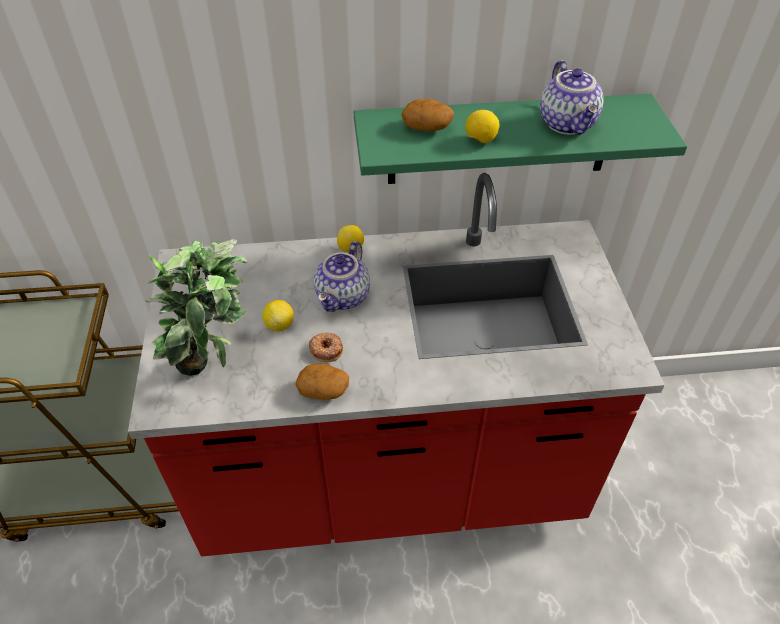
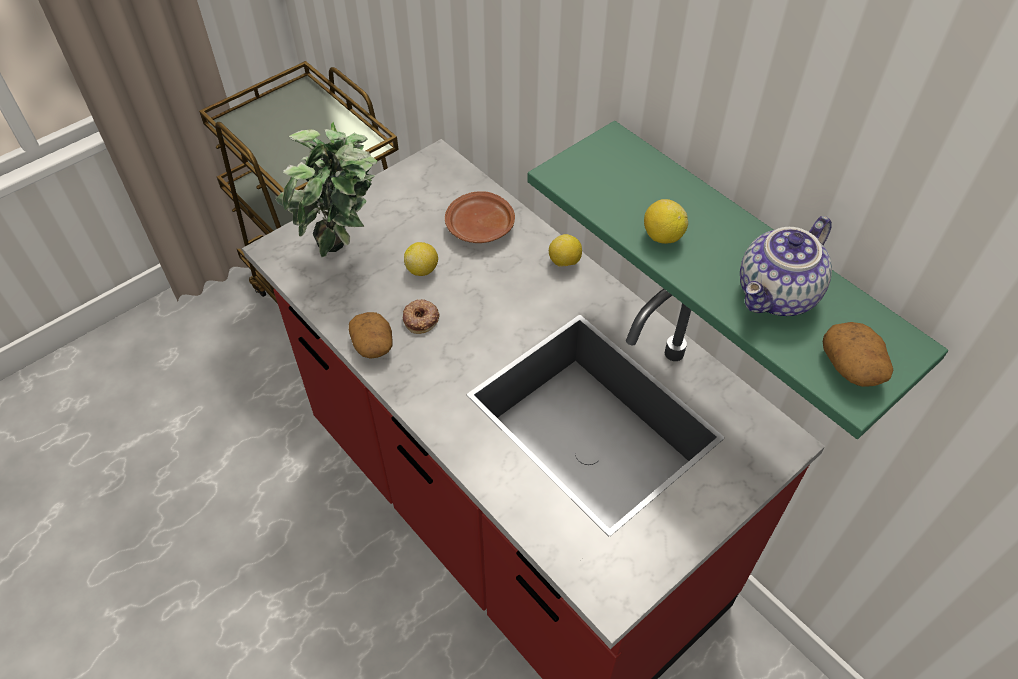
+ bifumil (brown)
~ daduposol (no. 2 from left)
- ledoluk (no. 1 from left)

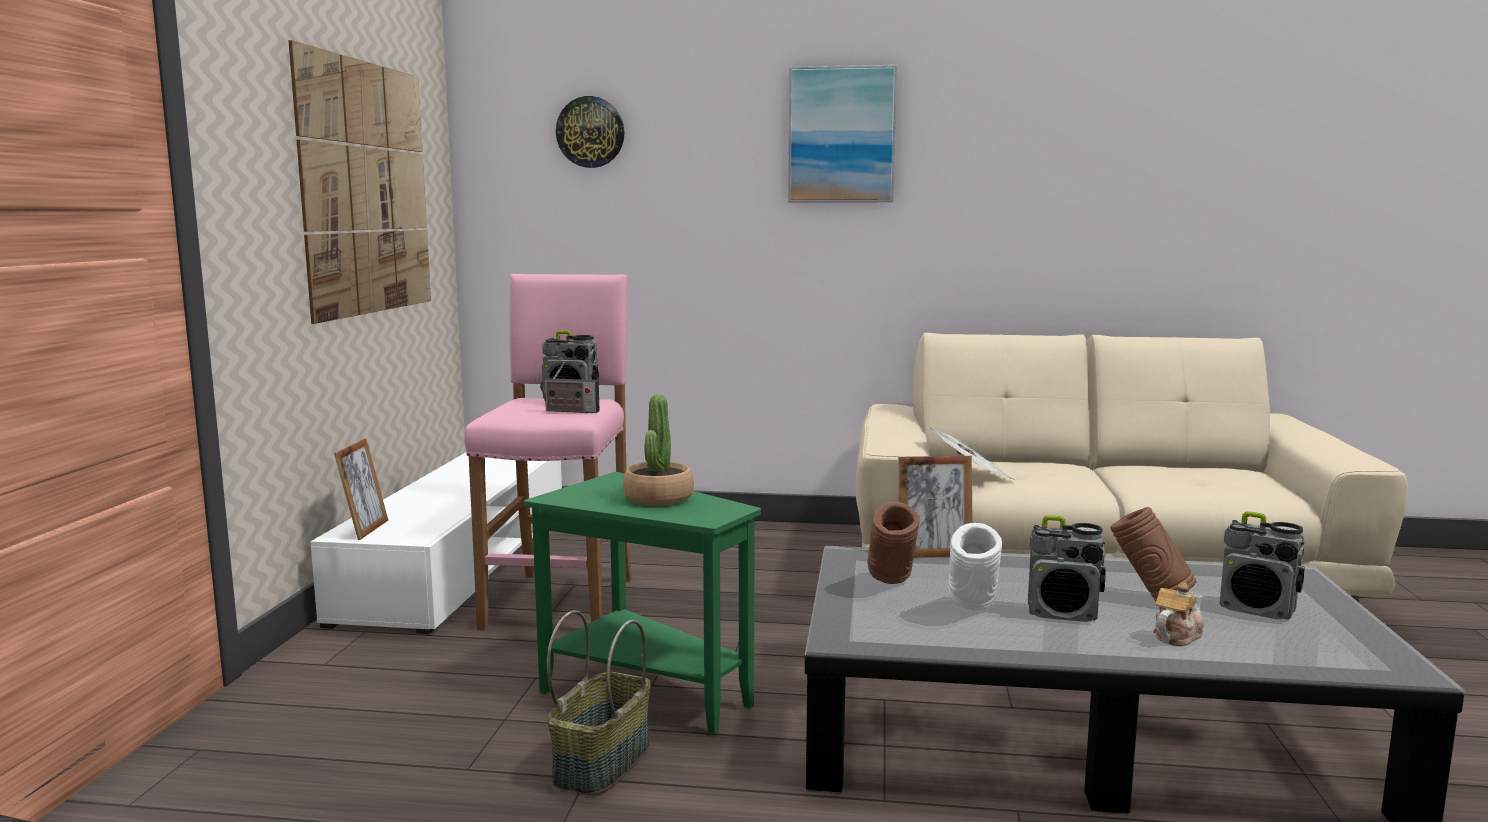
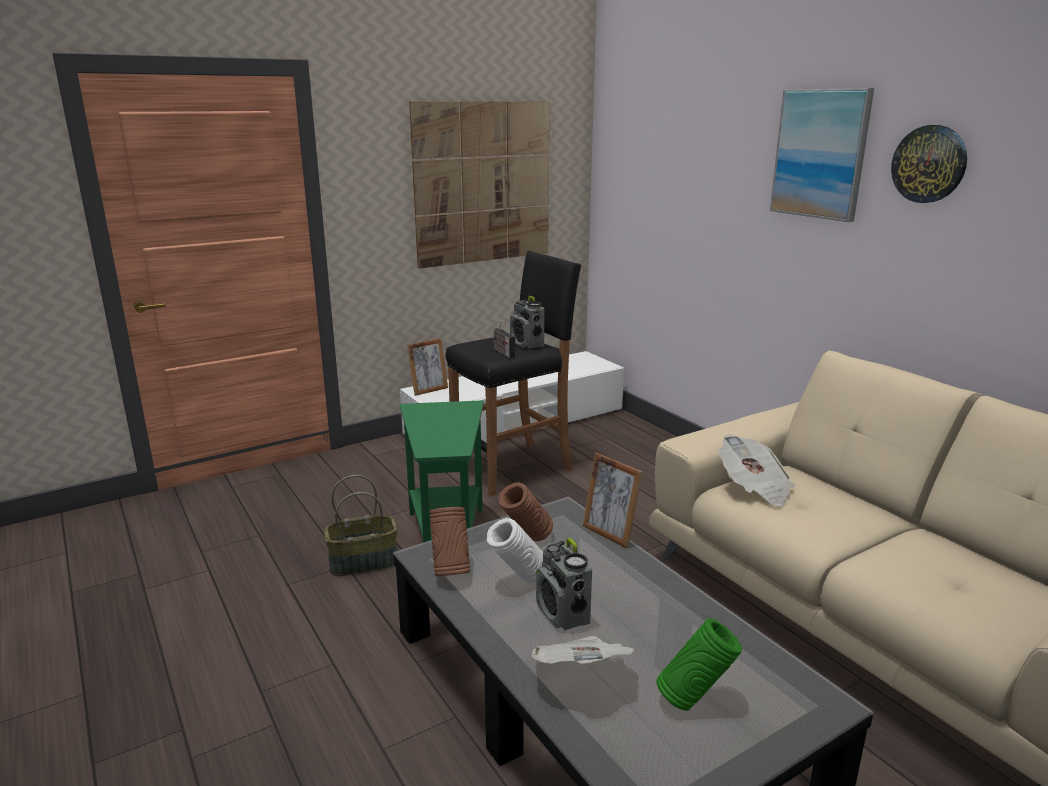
~ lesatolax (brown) (no. 2 from left in the first image) to lesatolax (brown) (no. 1 from left)
~ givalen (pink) to givalen (black)
~ ledoluk to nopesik (no. 1 from left)
~ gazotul (no. 4 from left) to lesatolax (green)
~ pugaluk
- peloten

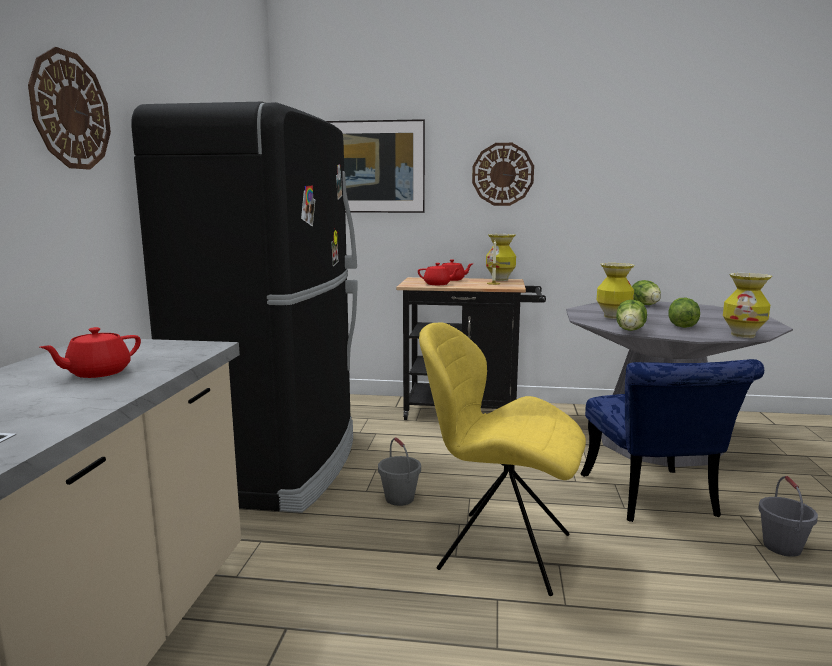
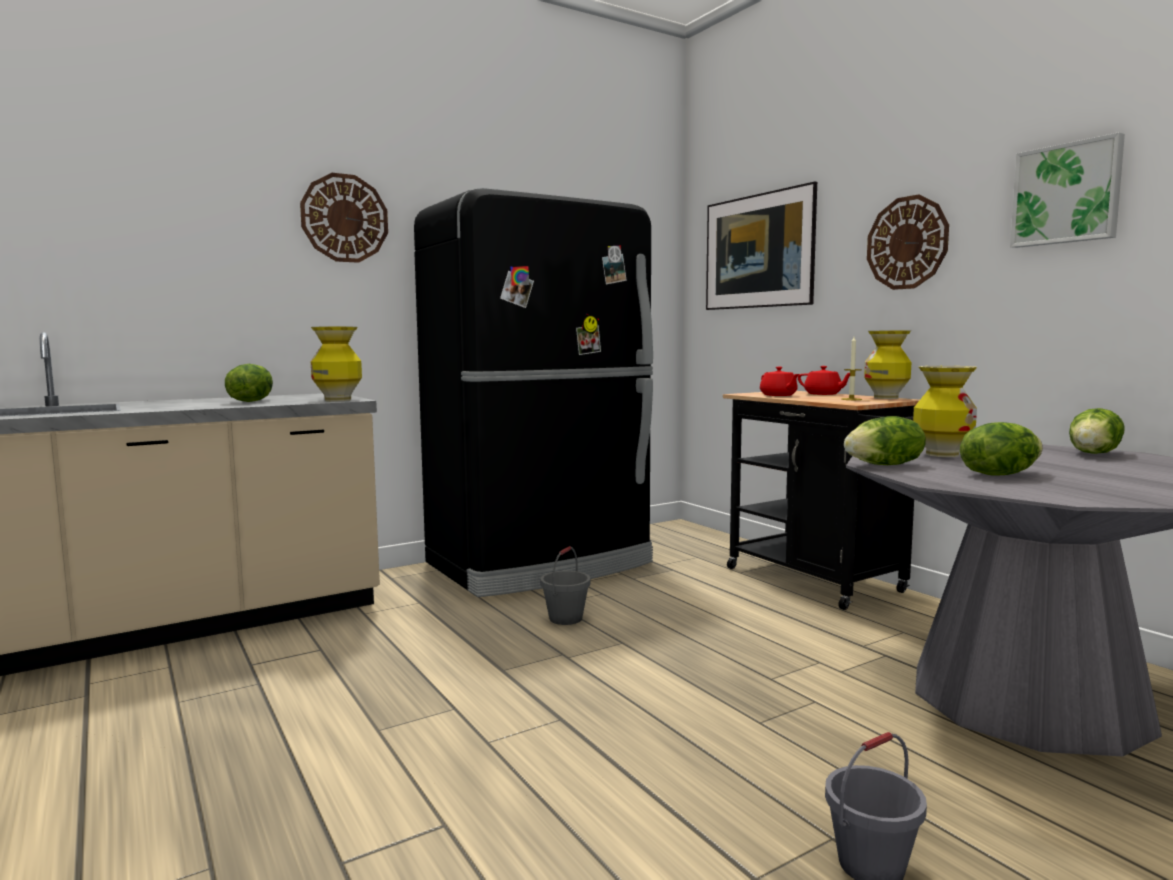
~ ledoluk (red) (no. 1 from left) to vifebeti (no. 1 from left)
~ lesatolax (no. 3 from left in the first image) to lesatolax (no. 1 from left)
+ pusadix (no. 2 from left)
- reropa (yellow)
- reropa (blue)

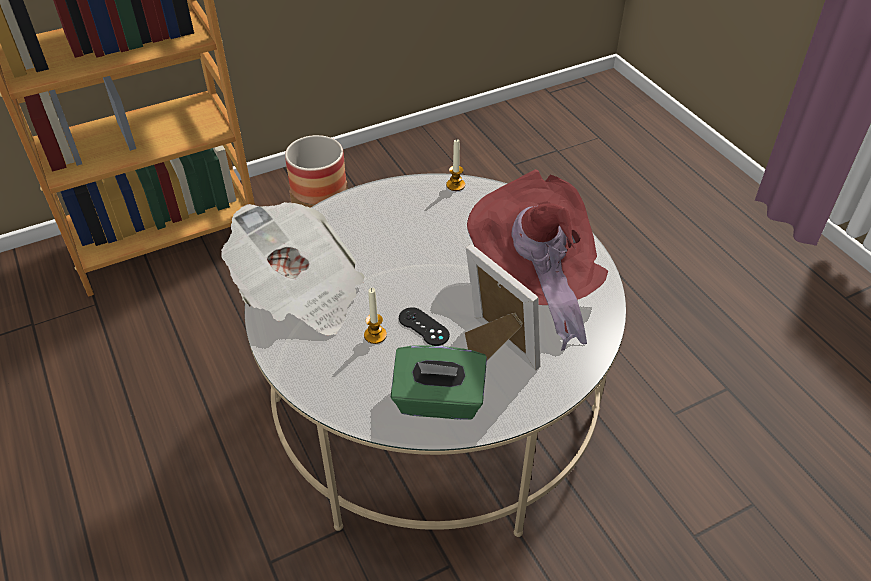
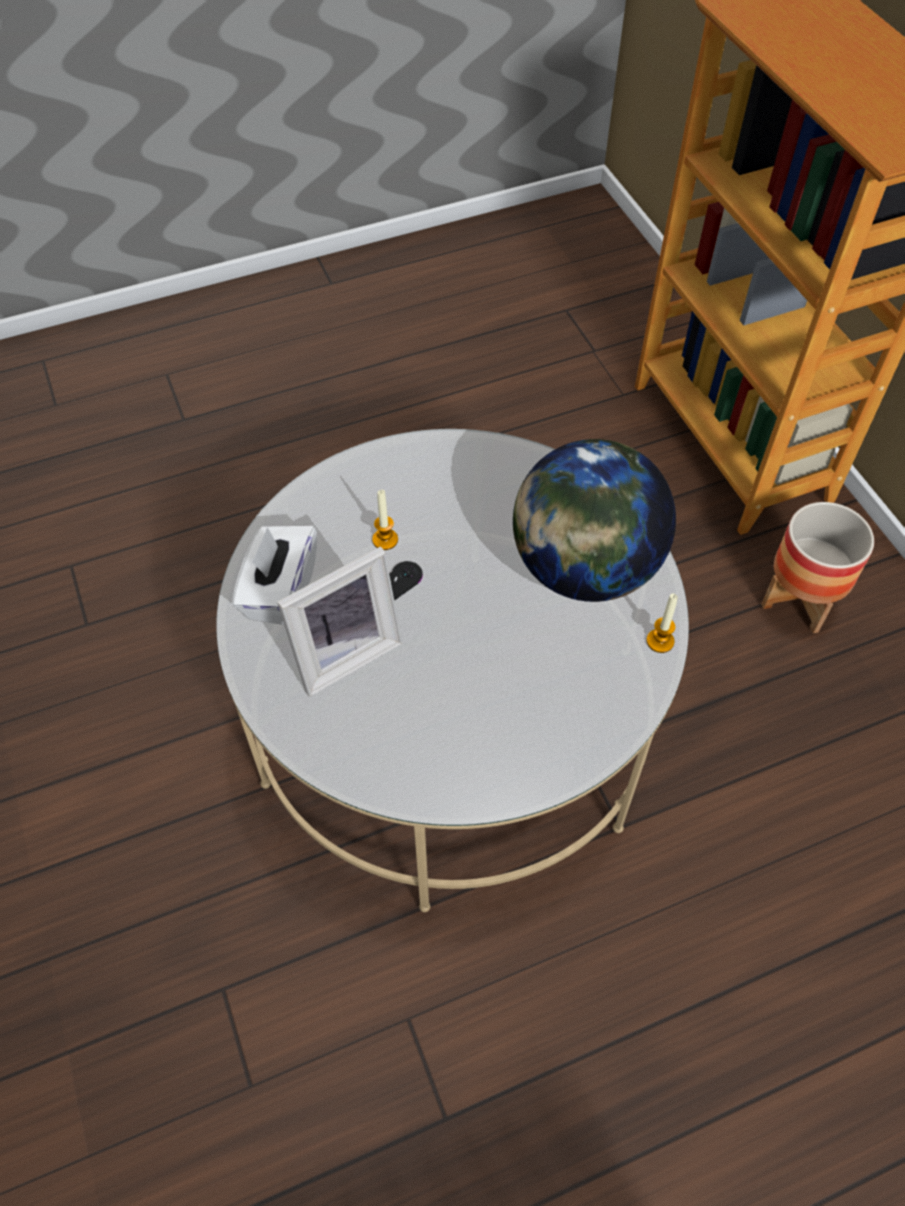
~ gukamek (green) to gukamek (white)
+ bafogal
- nopesik
- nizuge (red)

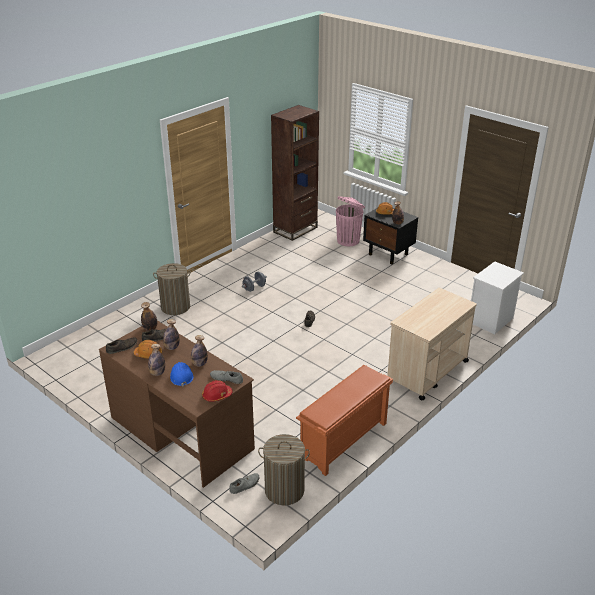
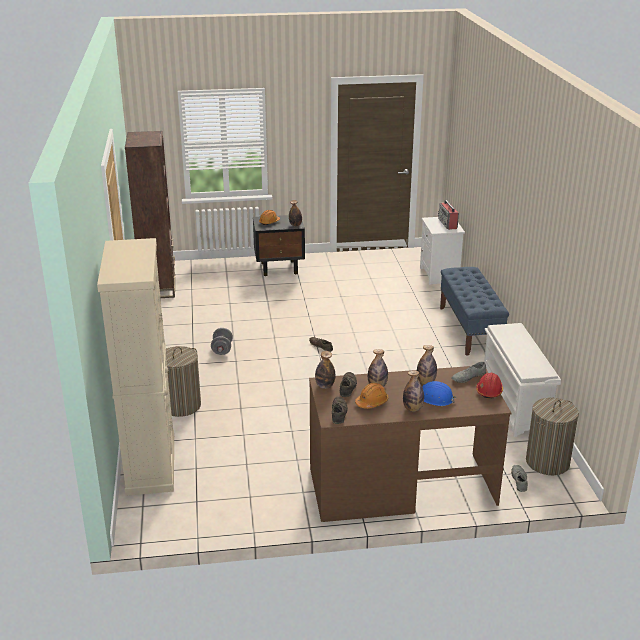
+ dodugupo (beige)
+ gazotul
~ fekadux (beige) to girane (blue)
~ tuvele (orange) to tuvele (white)
- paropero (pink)

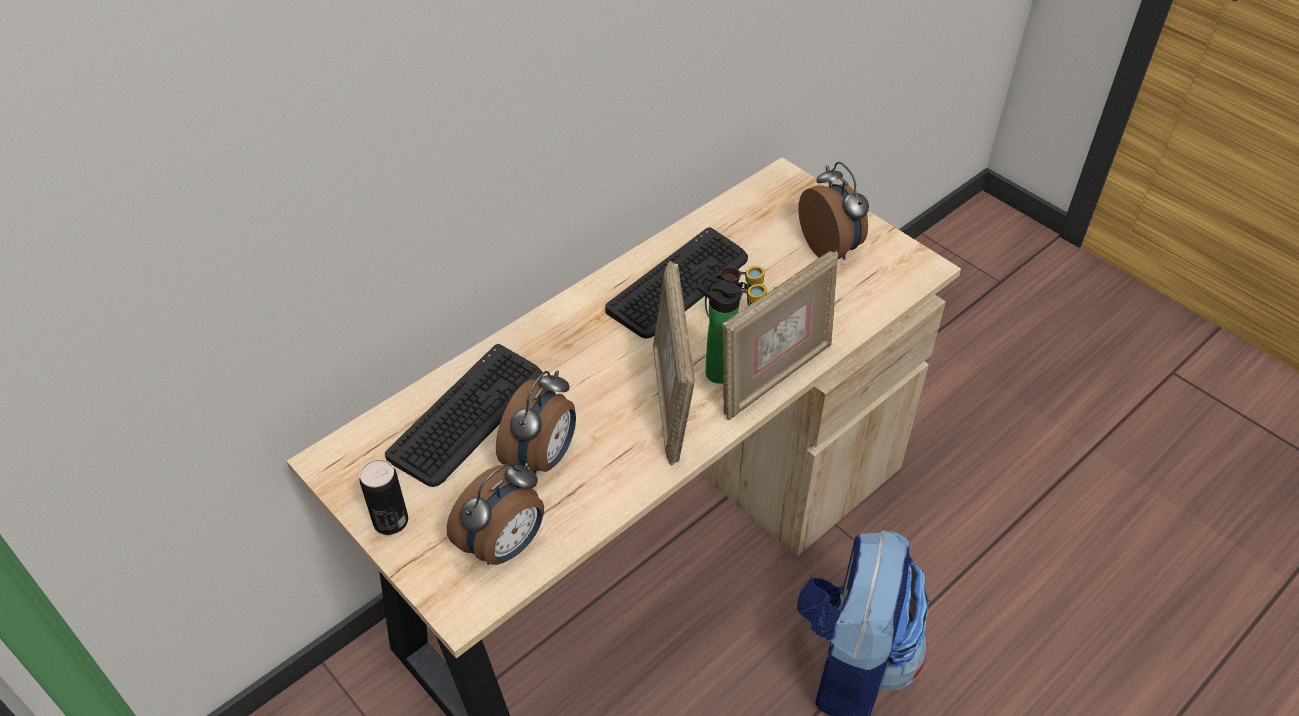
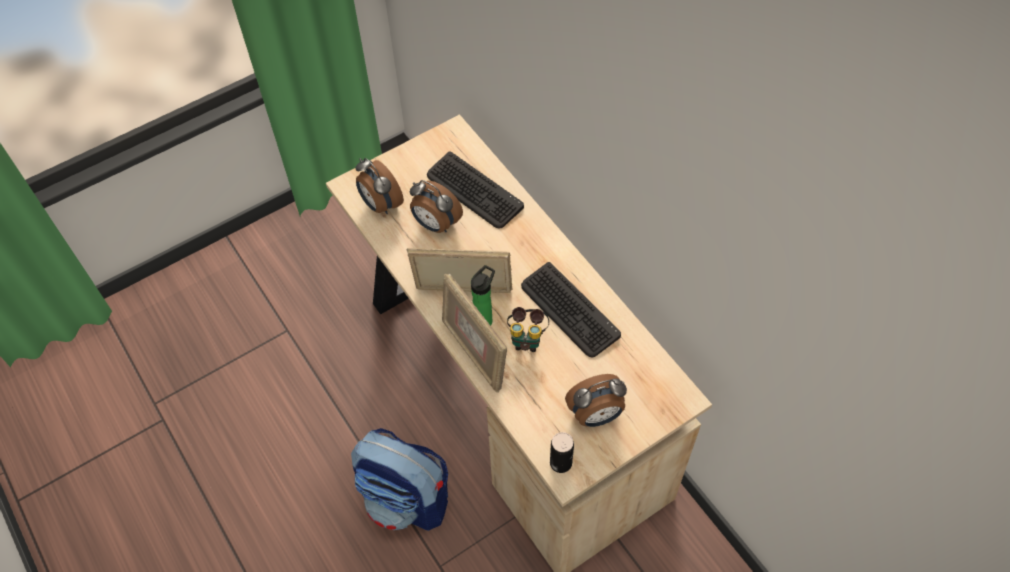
~ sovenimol

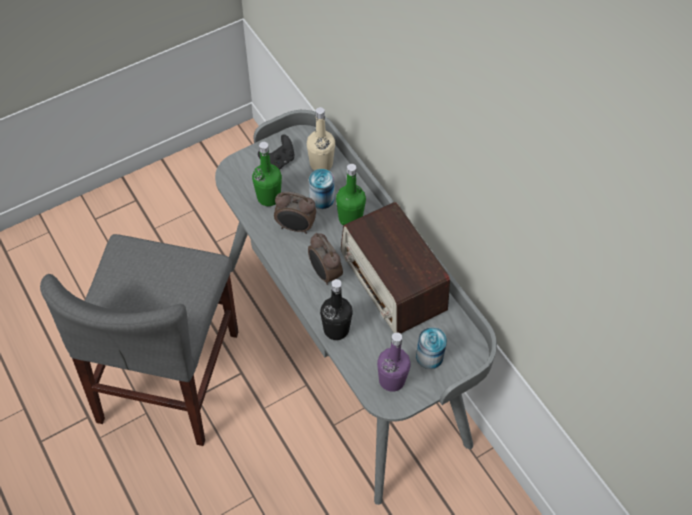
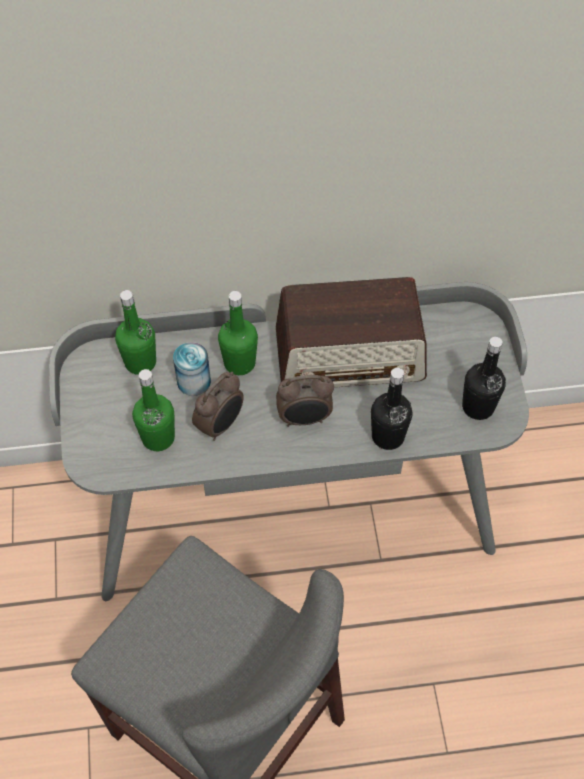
~ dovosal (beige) to dovosal (green) (no. 1 from left)
~ dovosal (purple) to dovosal (black) (no. 2 from left)
- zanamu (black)
- sovenimol (no. 2 from left)

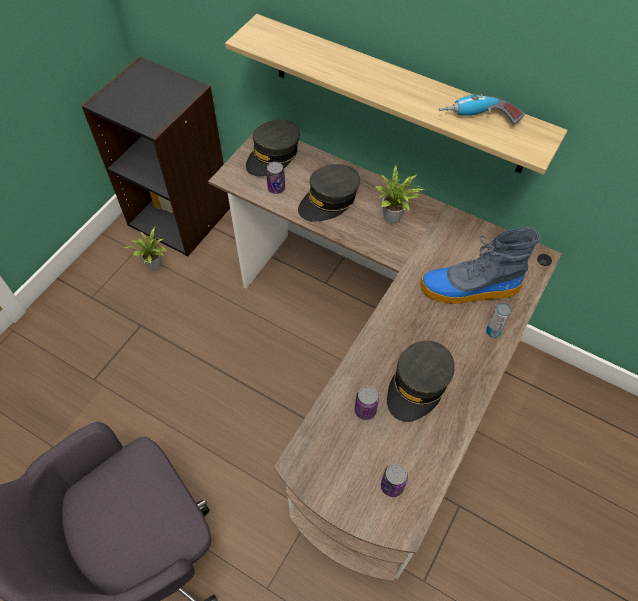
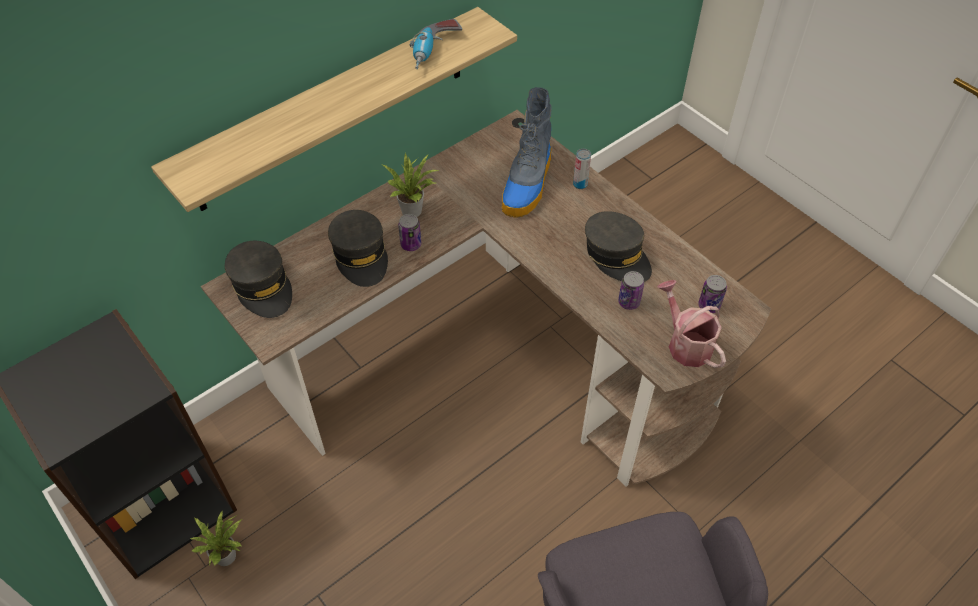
~ sovenimol (no. 1 from left)
+ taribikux

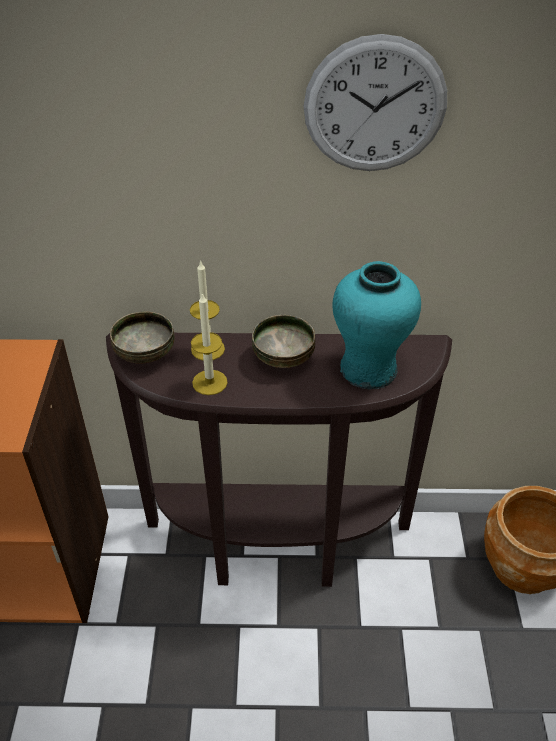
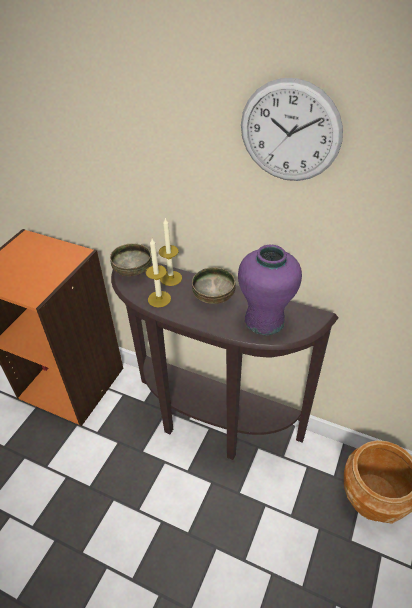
~ lesatolax (turquoise) to lesatolax (purple)

